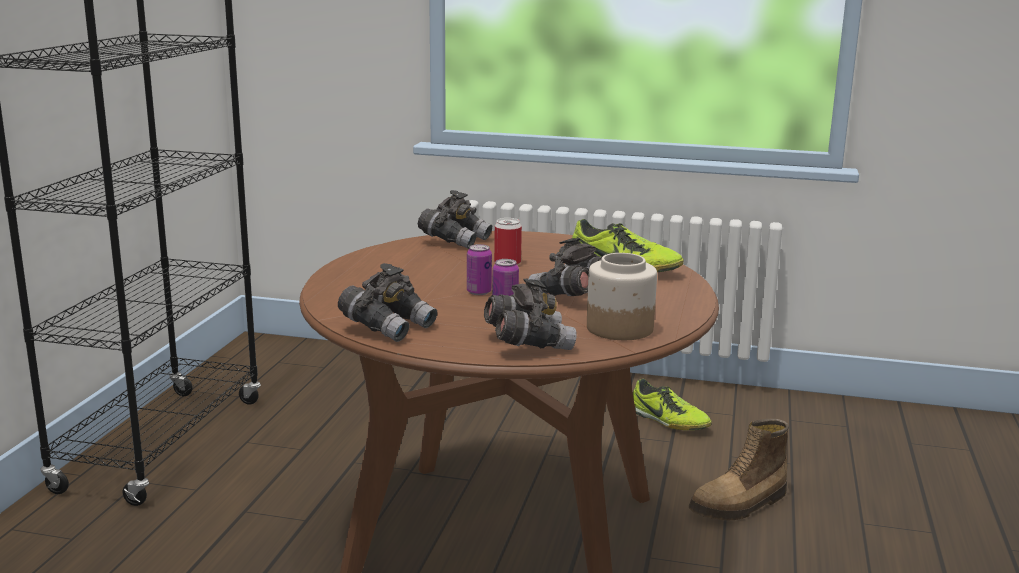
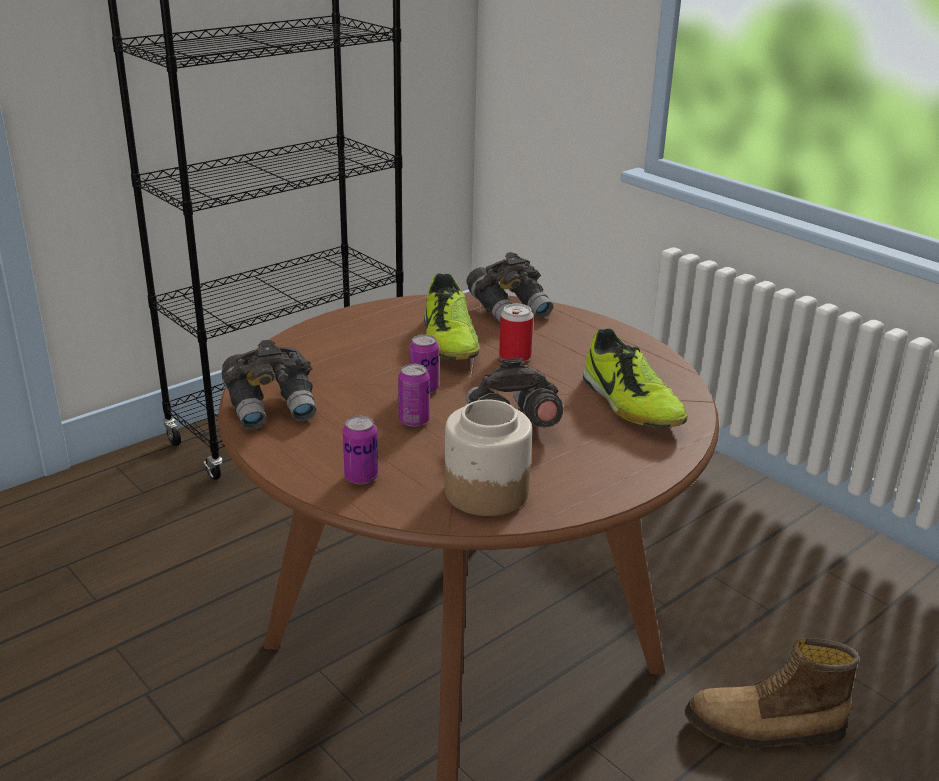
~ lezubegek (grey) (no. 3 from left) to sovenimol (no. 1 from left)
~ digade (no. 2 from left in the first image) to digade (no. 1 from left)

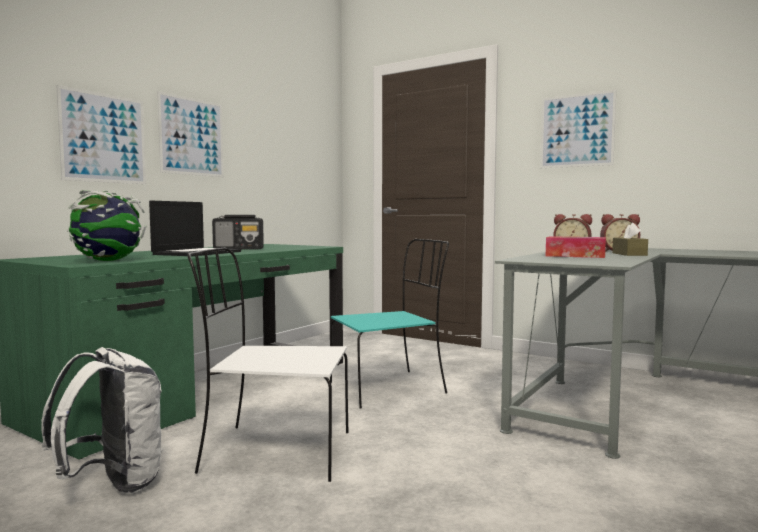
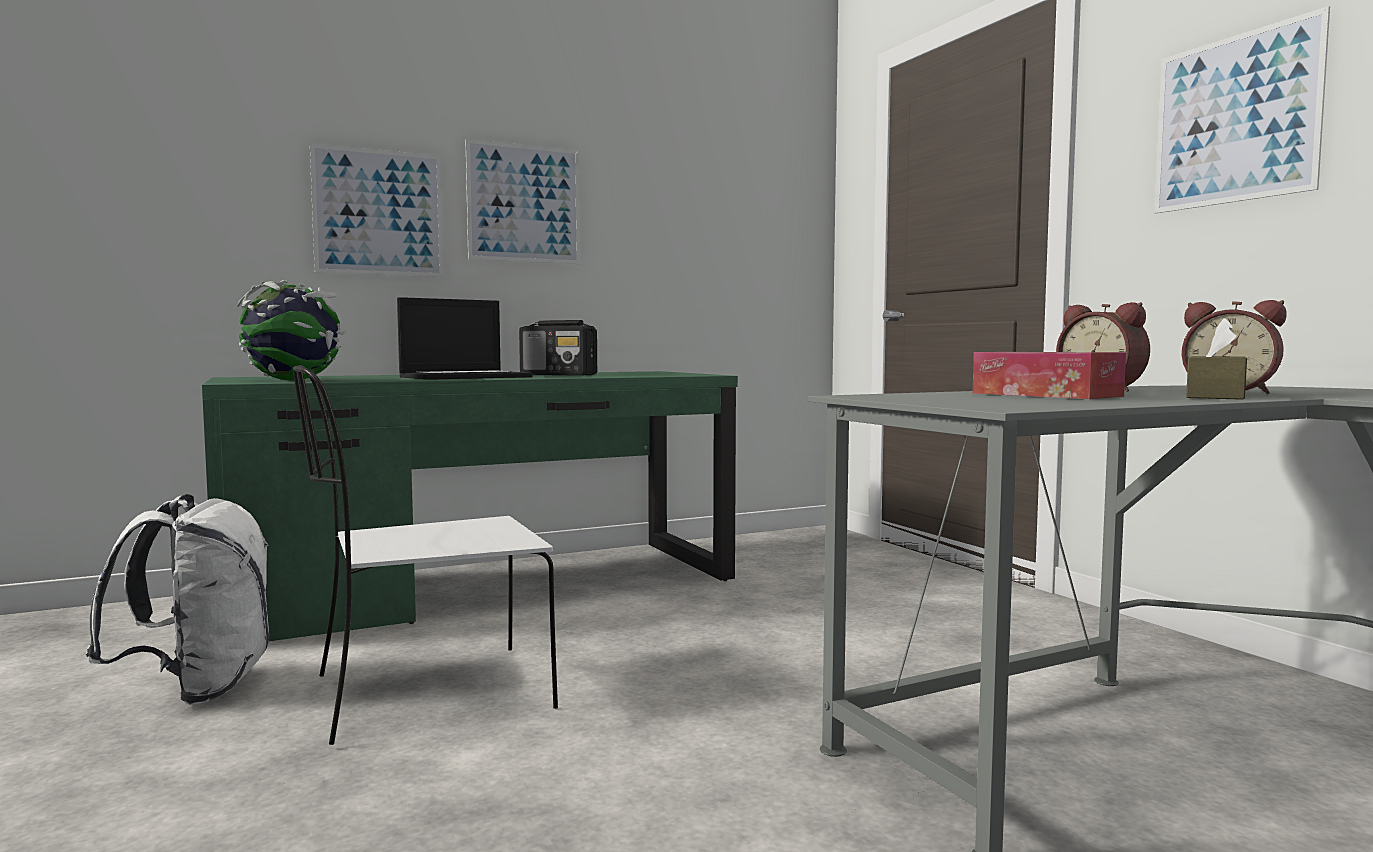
~ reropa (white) 60 degrees counterclockwise
- reropa (turquoise)

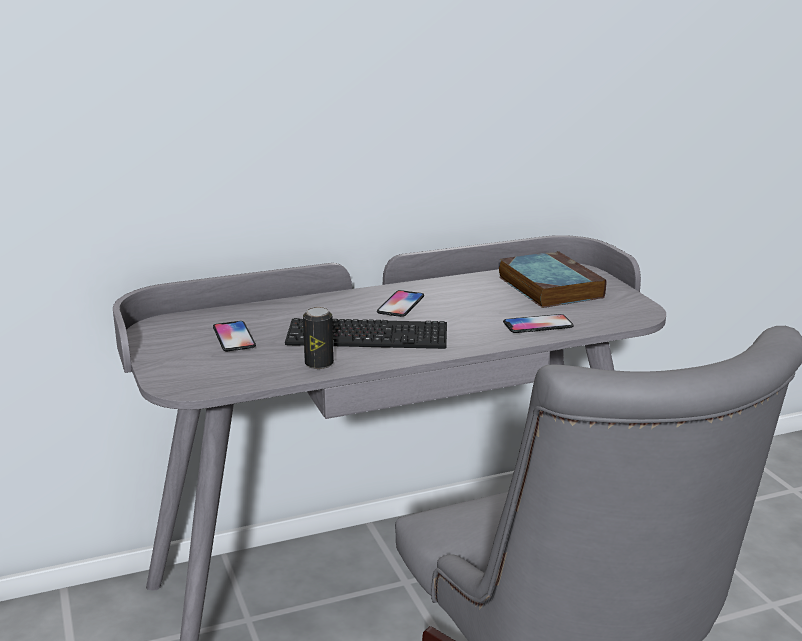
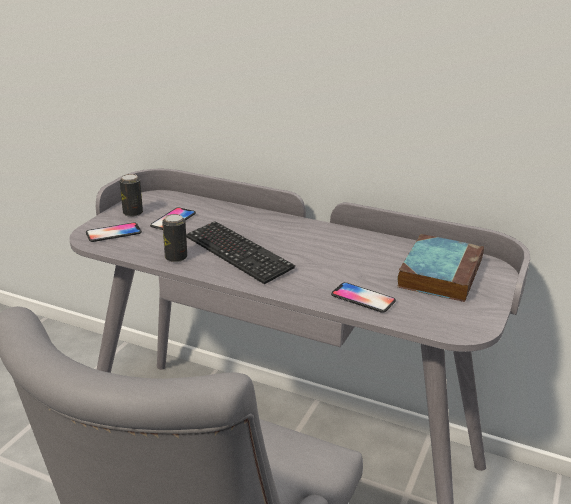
~ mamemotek (no. 2 from left in the first image) to mamemotek (no. 1 from left)
+ sovenimol (no. 1 from left)

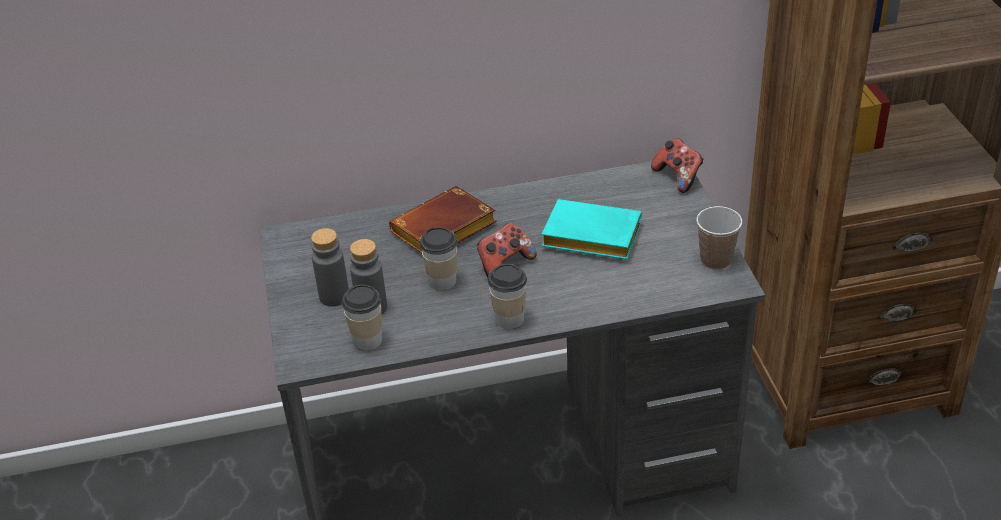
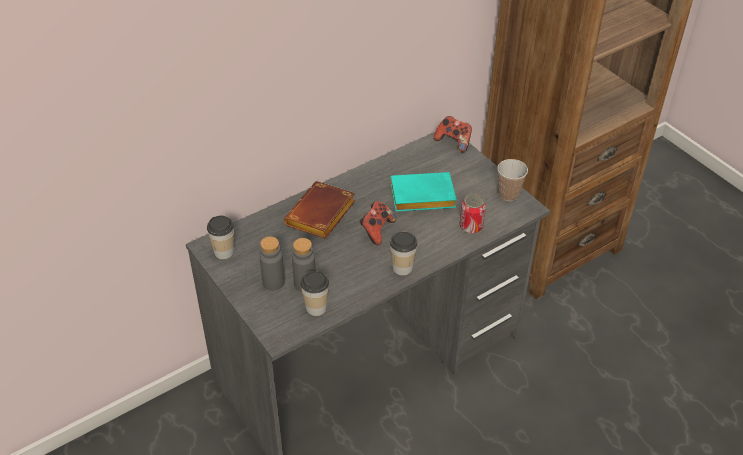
~ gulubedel (no. 2 from left in the first image) to gulubedel (no. 1 from left)
+ sovenimol

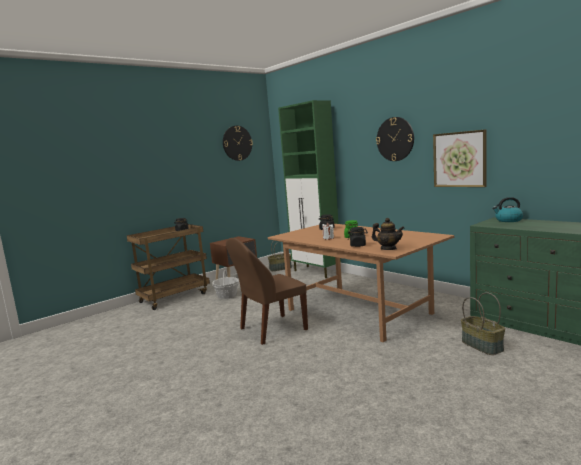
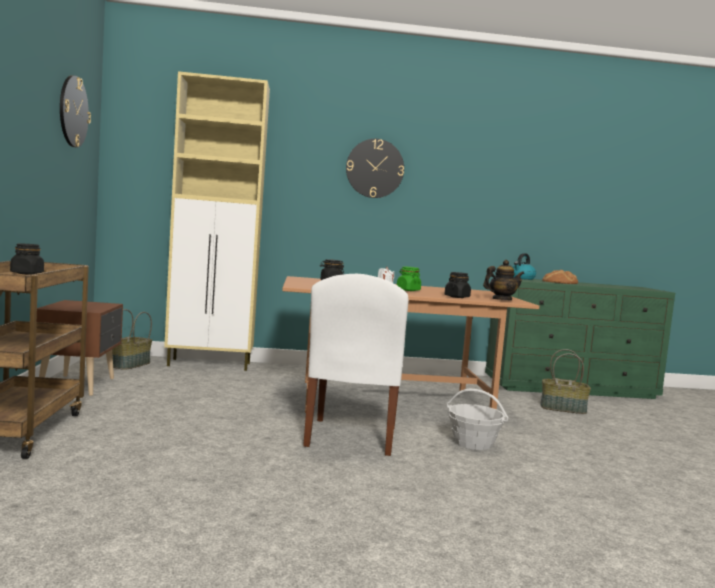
~ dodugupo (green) to dodugupo (beige)
~ reropa (brown) to reropa (white)
~ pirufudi (no. 1 from left in the first image) to pirufudi (no. 2 from left)
+ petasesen
- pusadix

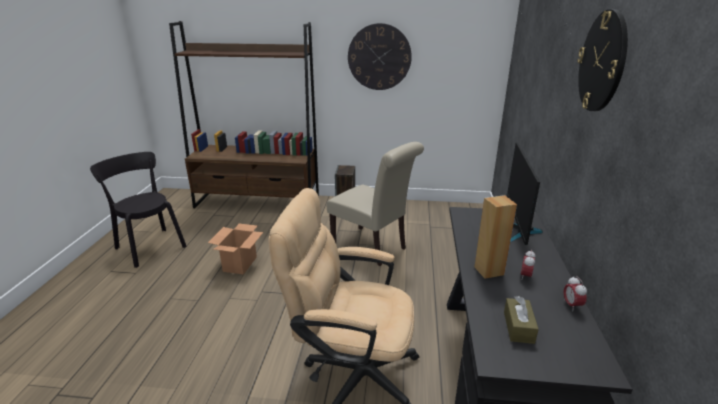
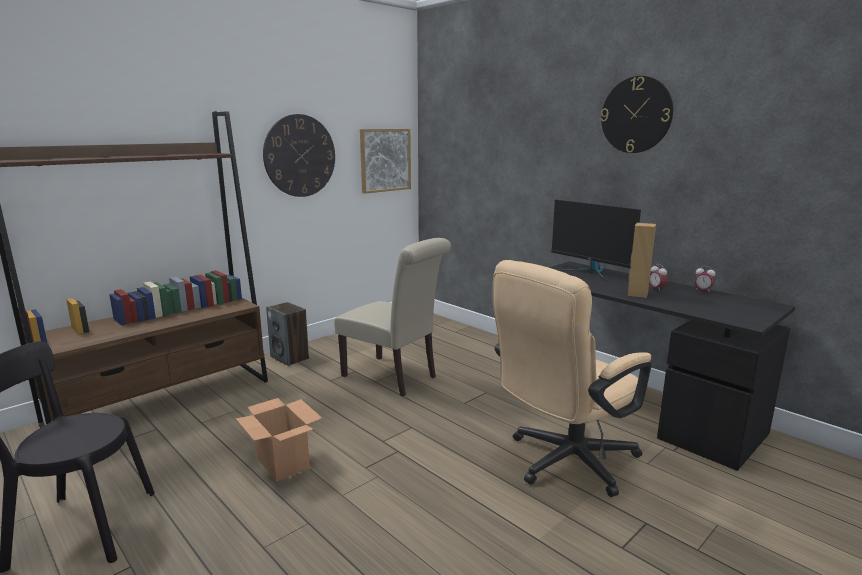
~ reropa (beige) 45 degrees clockwise
+ pusadix
- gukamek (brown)

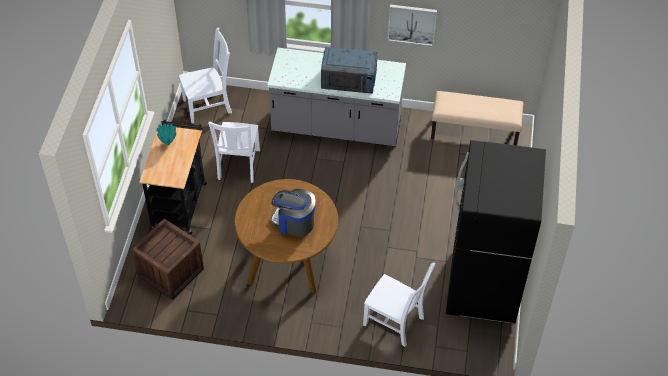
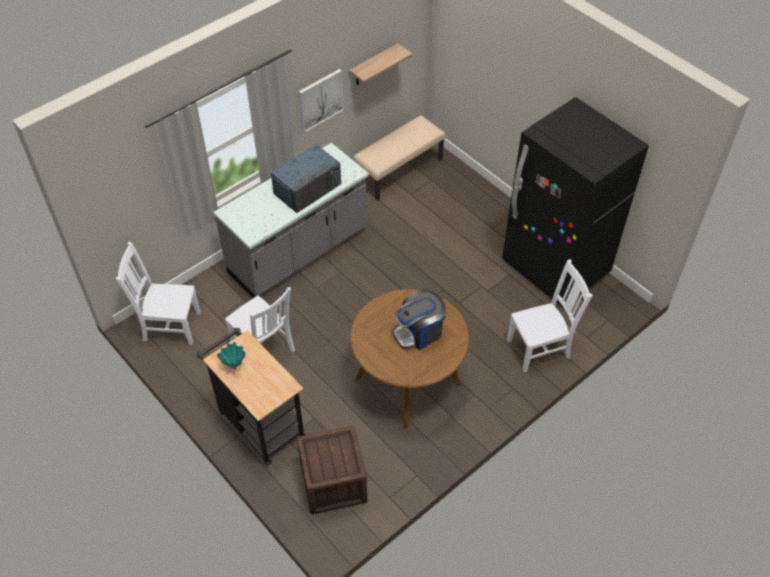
~ reropa (white) (no. 1 from left) 105 degrees counterclockwise
+ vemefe

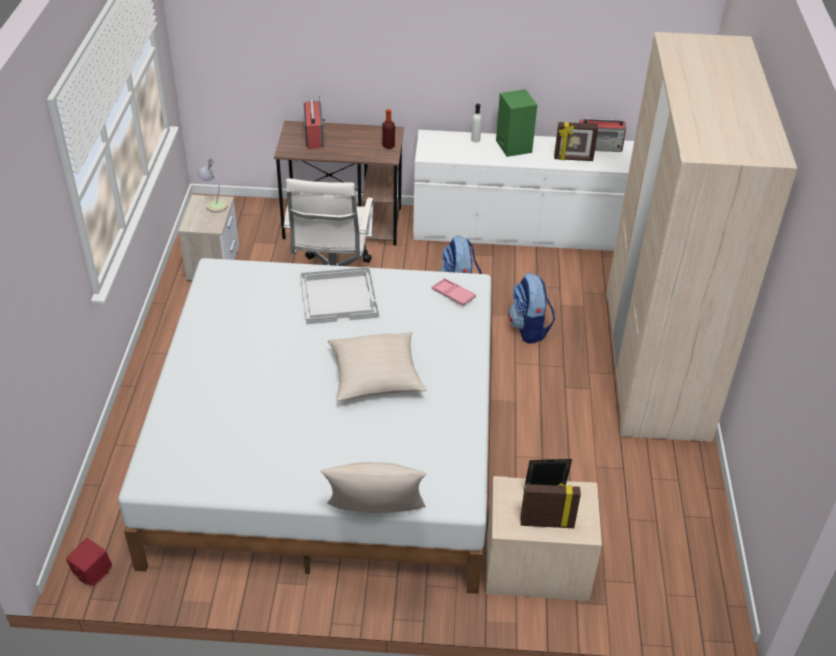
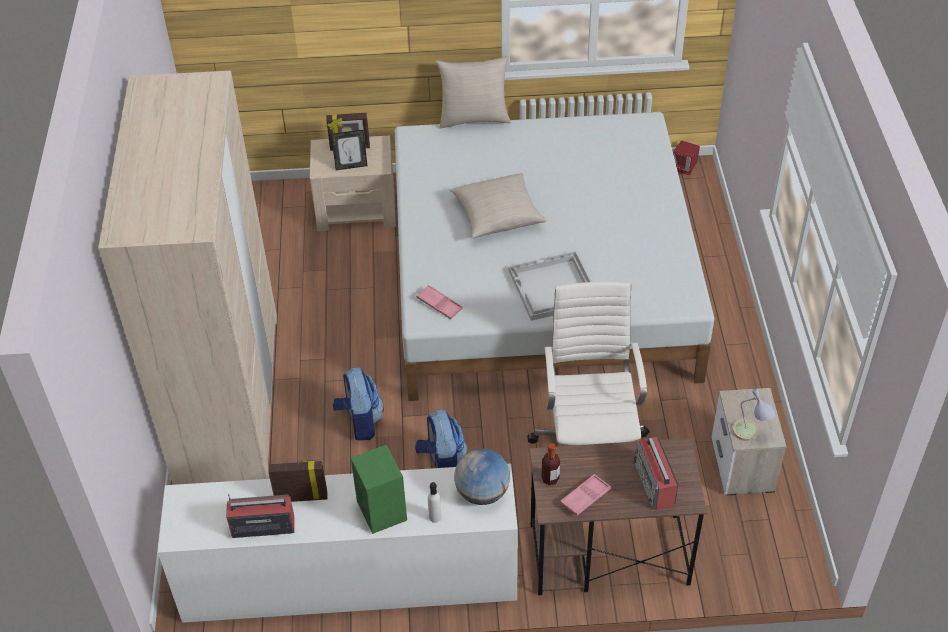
+ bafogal
+ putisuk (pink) (no. 2 from left)

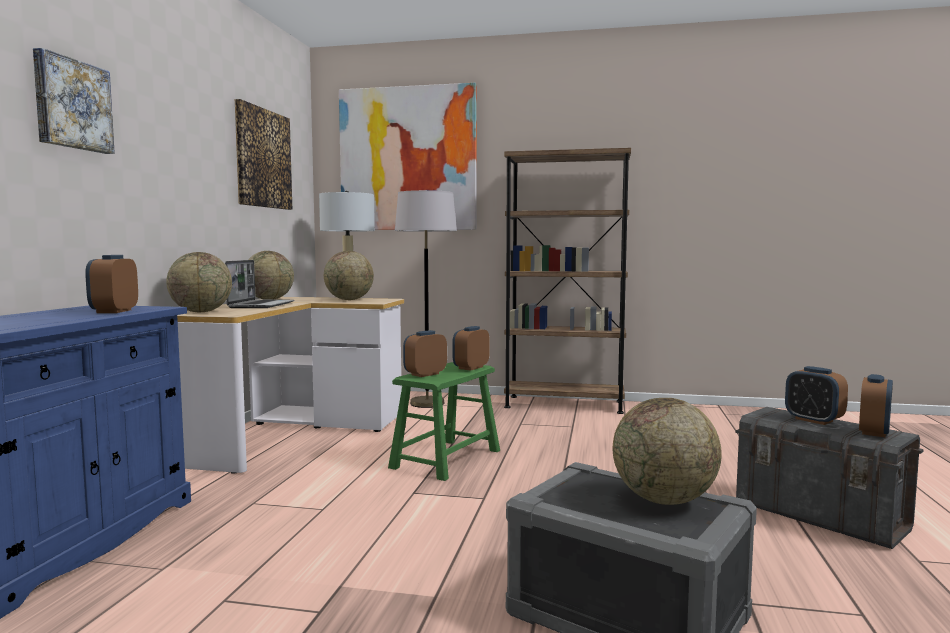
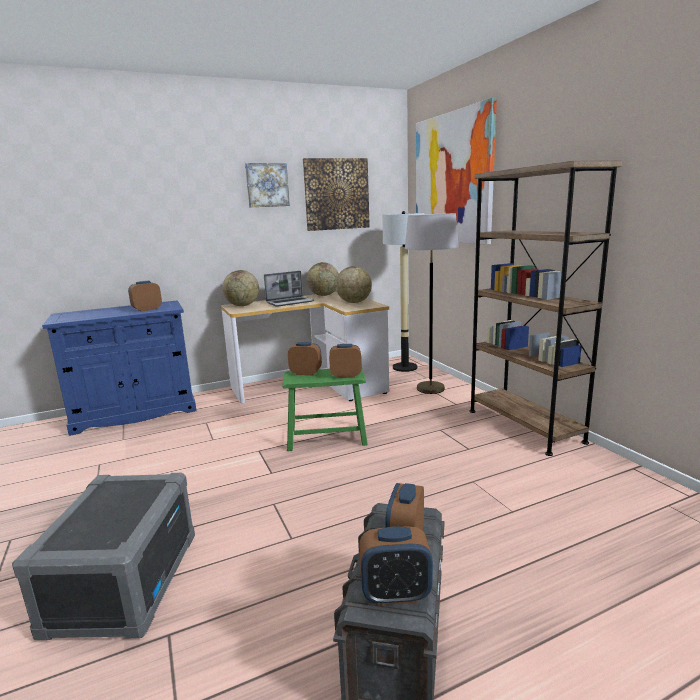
~ pusadix (no. 1 from left)
- bafogal (no. 4 from left)

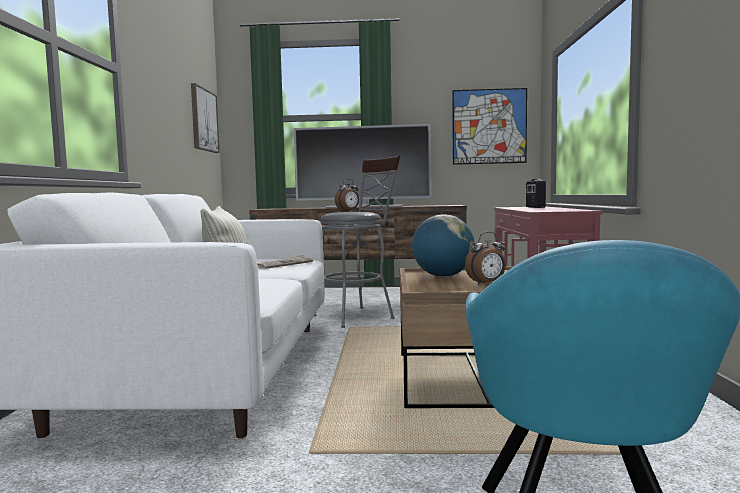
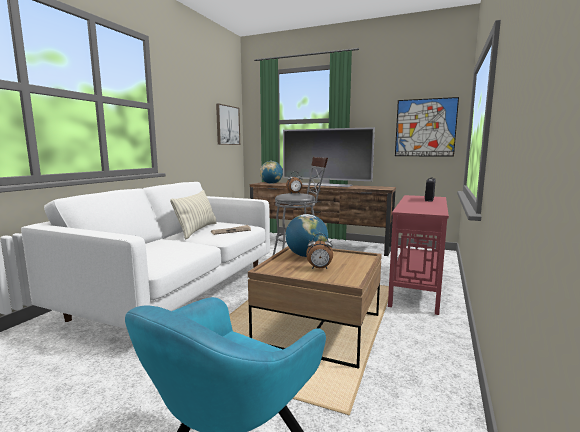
+ bafogal (no. 1 from left)

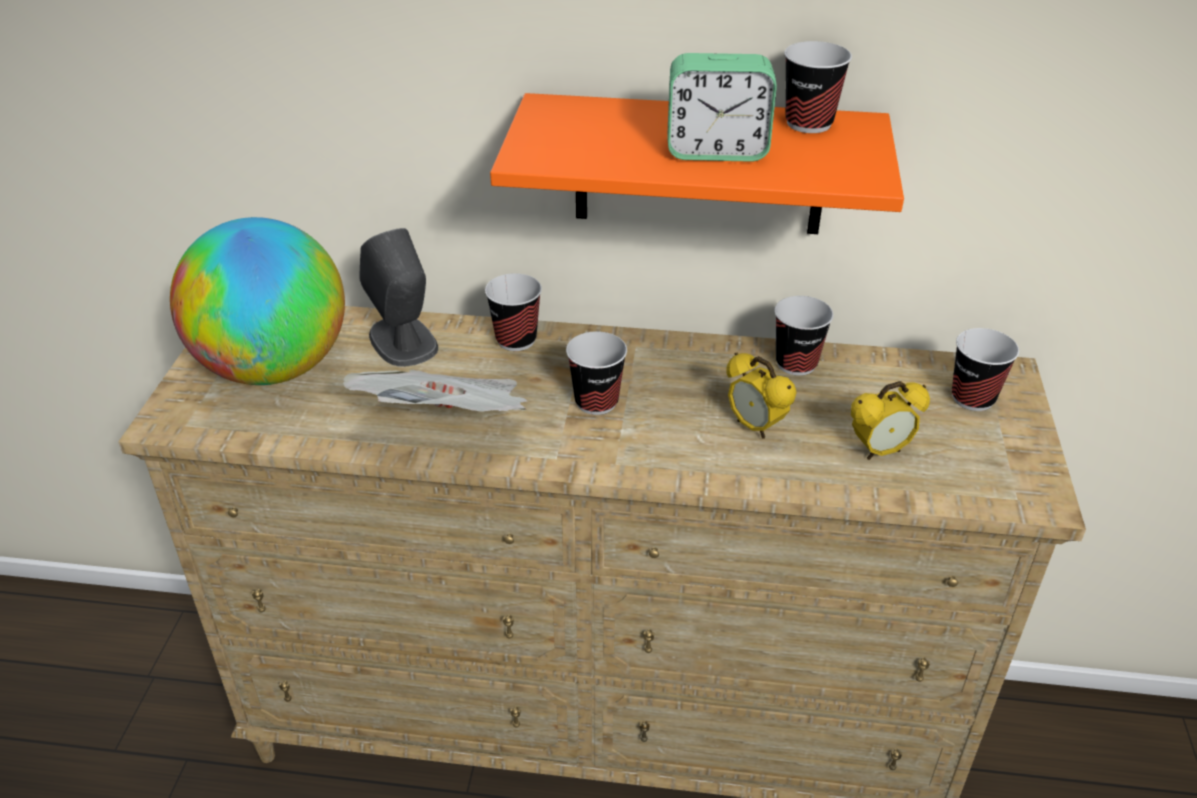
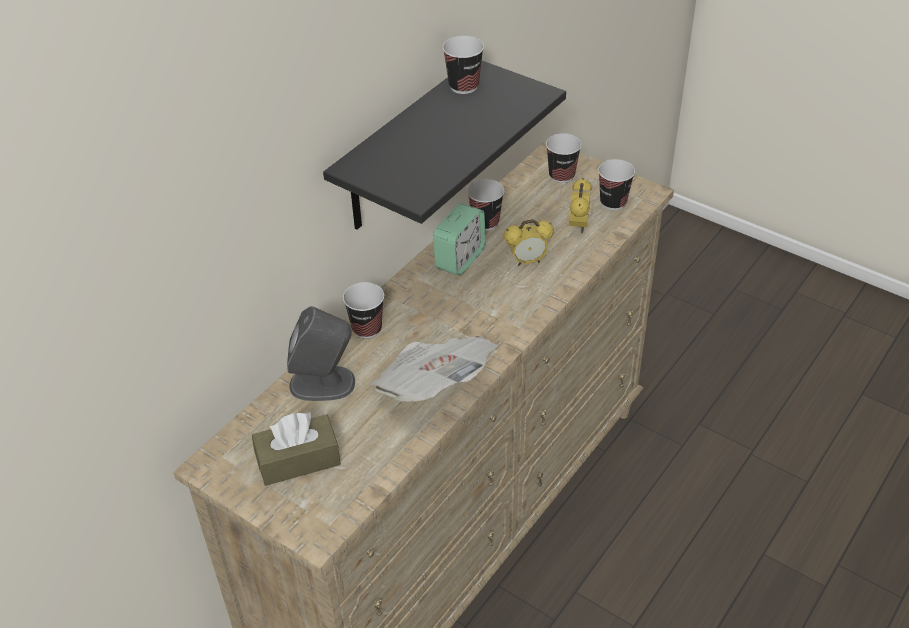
~ bafogal to gukamek (brown)
~ vemefe (orange) to vemefe (black)
~ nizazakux (no. 1 from left)
~ gulubedel (no. 2 from left in the first image) to gulubedel (no. 5 from left)

